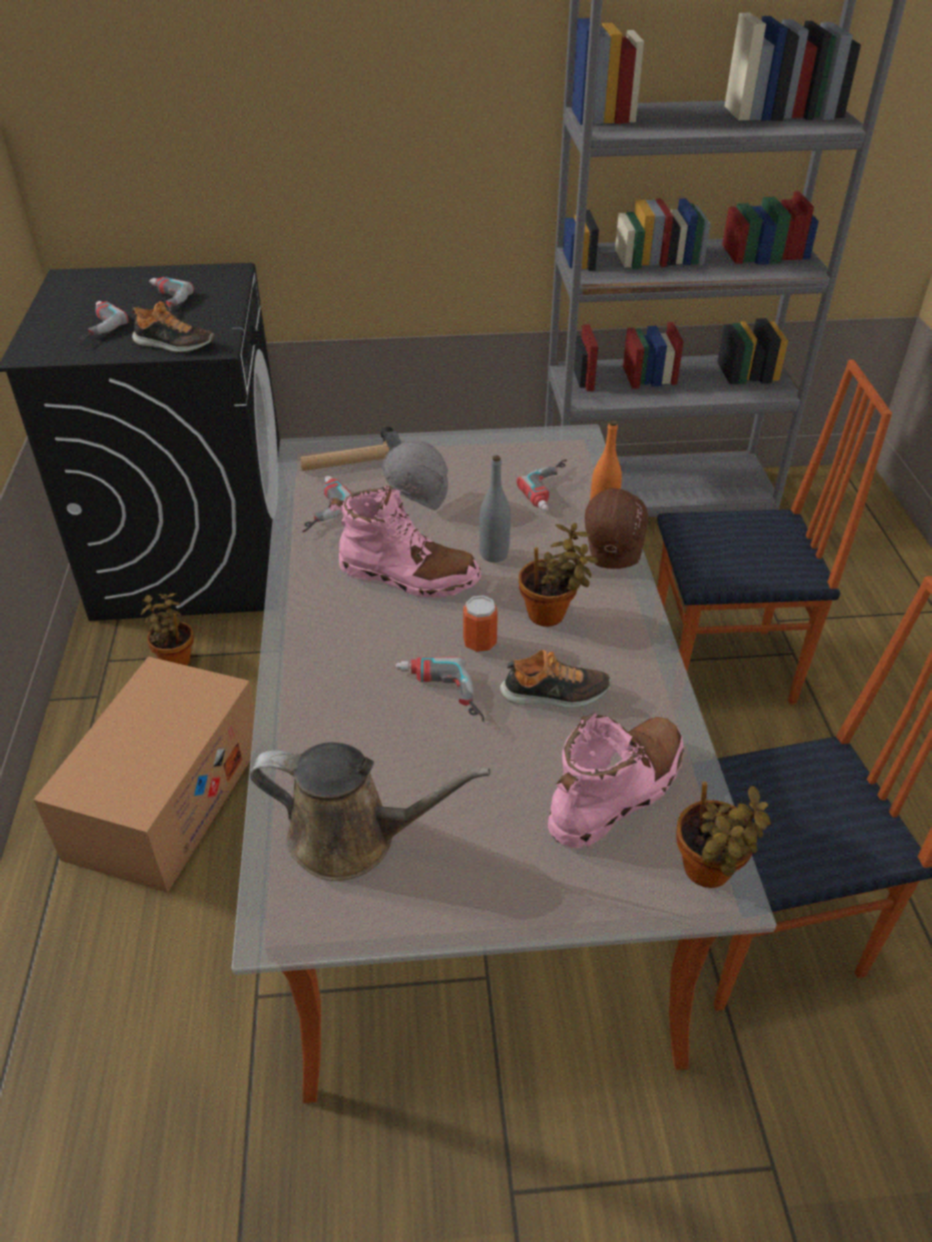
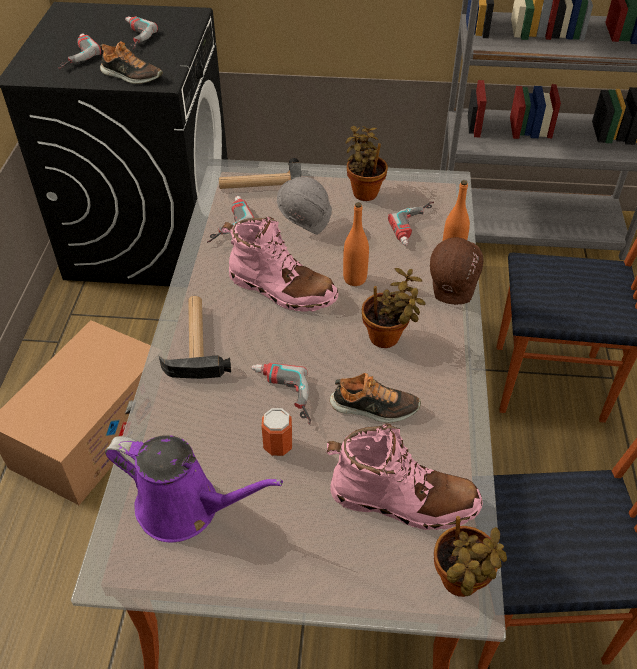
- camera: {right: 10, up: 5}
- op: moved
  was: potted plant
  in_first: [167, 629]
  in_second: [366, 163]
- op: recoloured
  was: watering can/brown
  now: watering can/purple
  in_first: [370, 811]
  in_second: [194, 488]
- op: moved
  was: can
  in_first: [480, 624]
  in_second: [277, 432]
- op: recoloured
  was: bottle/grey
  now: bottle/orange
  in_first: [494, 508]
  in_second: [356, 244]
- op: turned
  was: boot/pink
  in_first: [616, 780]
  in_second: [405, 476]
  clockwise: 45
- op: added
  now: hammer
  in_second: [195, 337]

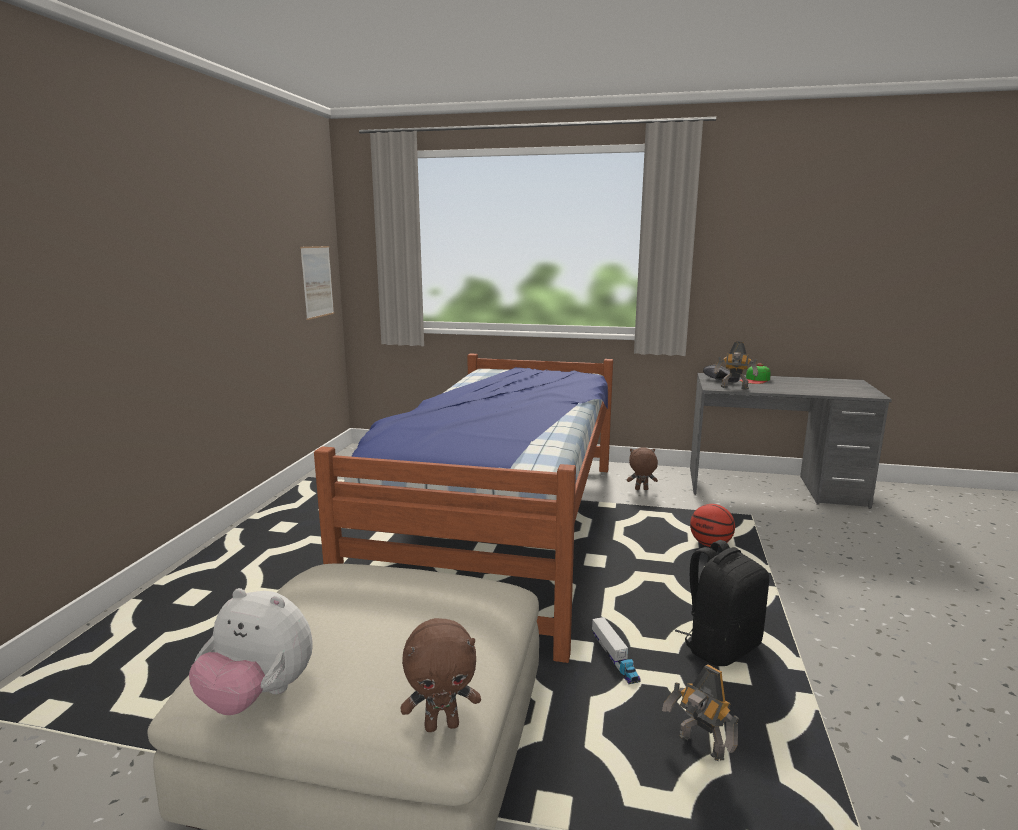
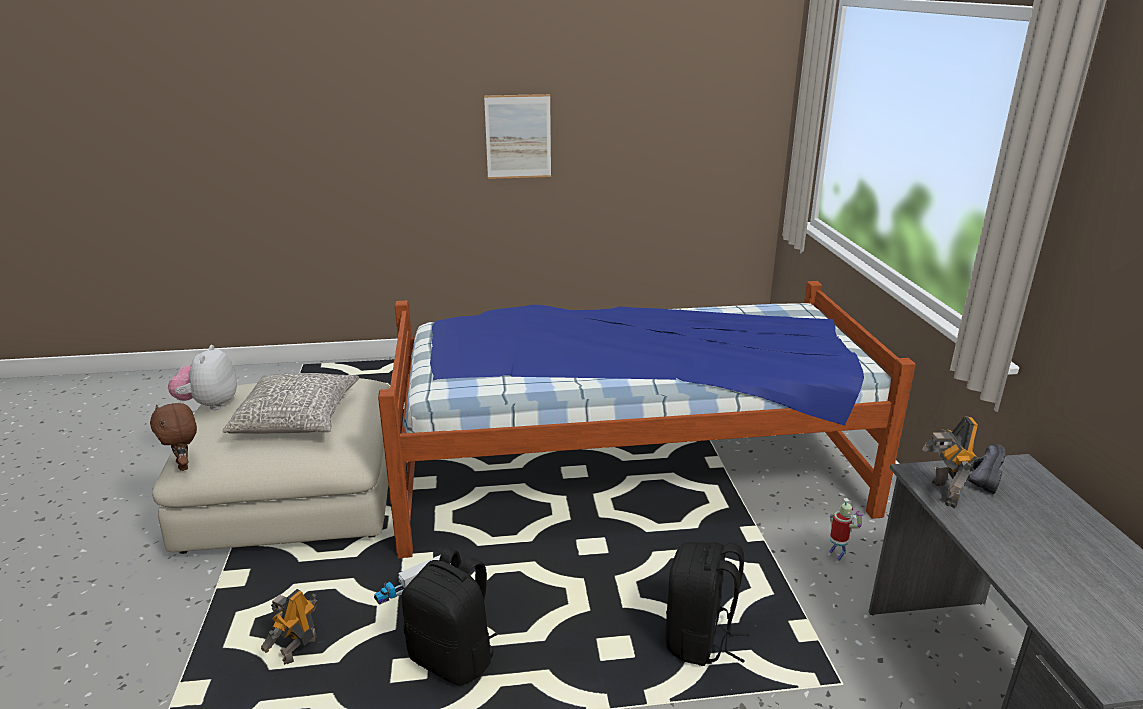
- camera: {right: 70, up: 10}
- op: moved
  was: picture
  in_first: [317, 283]
  in_second: [517, 136]
- op: replaced
  was: plush toy/brown
  now: toy robot
  in_first: [642, 469]
  in_second: [845, 531]
- op: replaced
  was: basketball
  now: backpack/black
  in_first: [712, 525]
  in_second: [707, 604]
- op: removed
  was: cap
  in_first: [755, 373]
- op: added
  now: pillow/grey
  in_second: [290, 403]

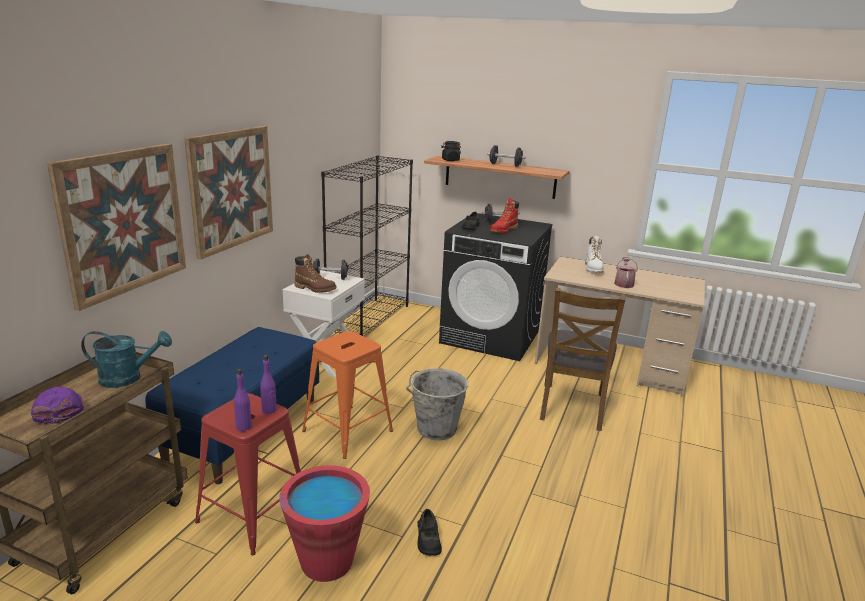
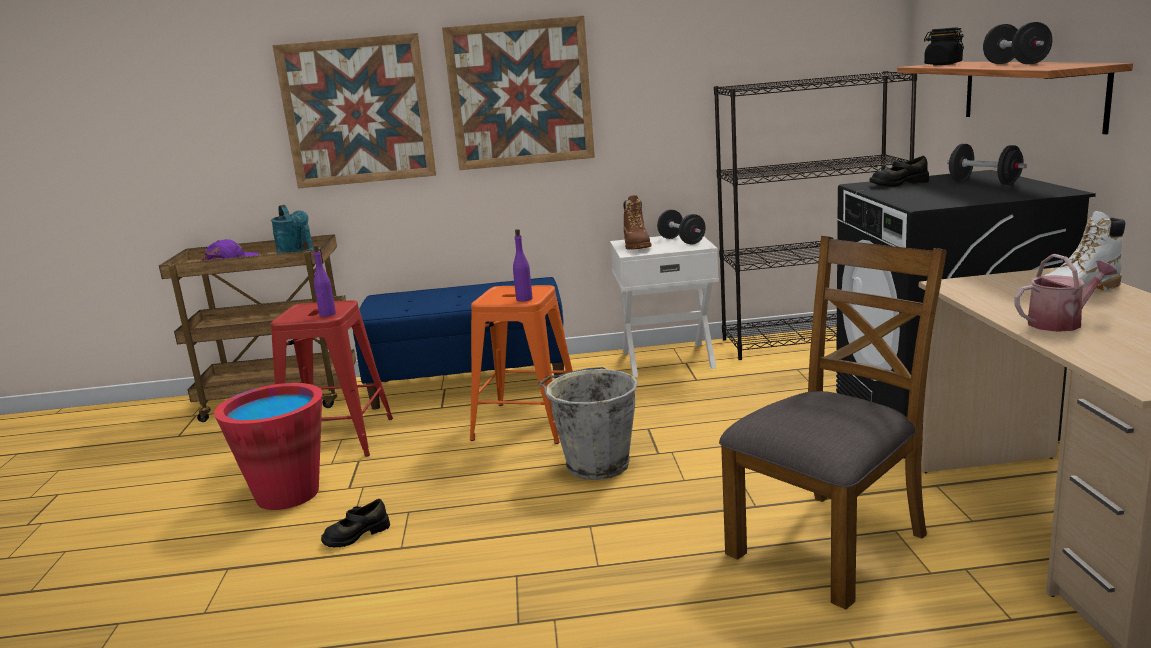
- camera: {right: 65, up: -5}
- op: moved
  was: bottle/purple
  in_first: [243, 400]
  in_second: [523, 265]
- op: removed
  was: boot/red
  in_first: [504, 215]
- op: turned
  was: chair/brown
  in_first: [582, 359]
  in_second: [833, 422]
  clockwise: 150

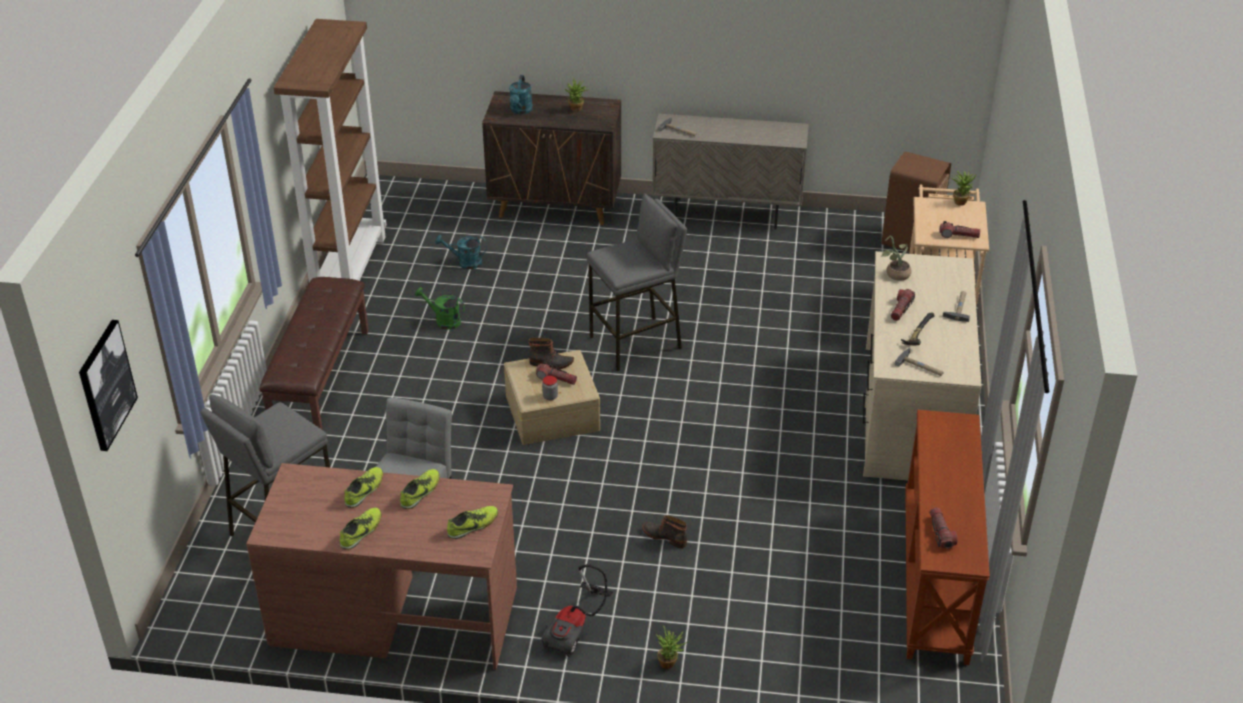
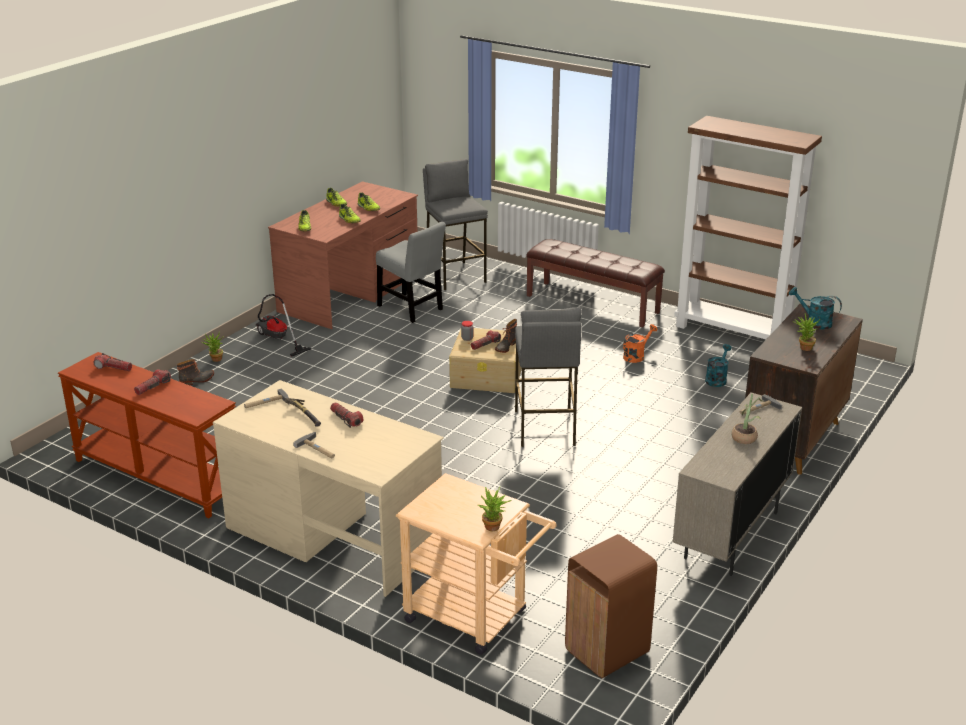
- camera: {right: 115, up: -10}
- op: removed
  was: picture
  in_first: [108, 385]
- op: recoloured
  was: watering can/green
  now: watering can/orange
  in_first: [440, 308]
  in_second: [640, 343]
- op: moved
  was: boot
  in_first: [664, 531]
  in_second: [195, 372]
- op: moved
  was: potted plant
  in_first: [896, 258]
  in_second: [747, 419]
- op: moved
  was: flashlight
  in_first: [959, 229]
  in_second: [152, 382]

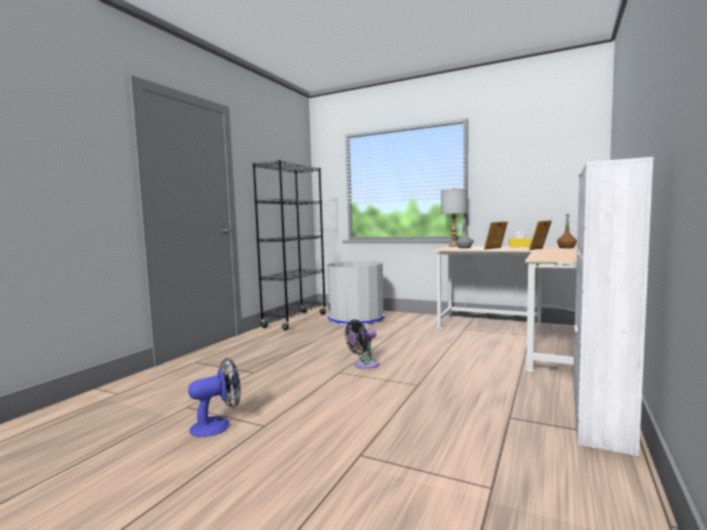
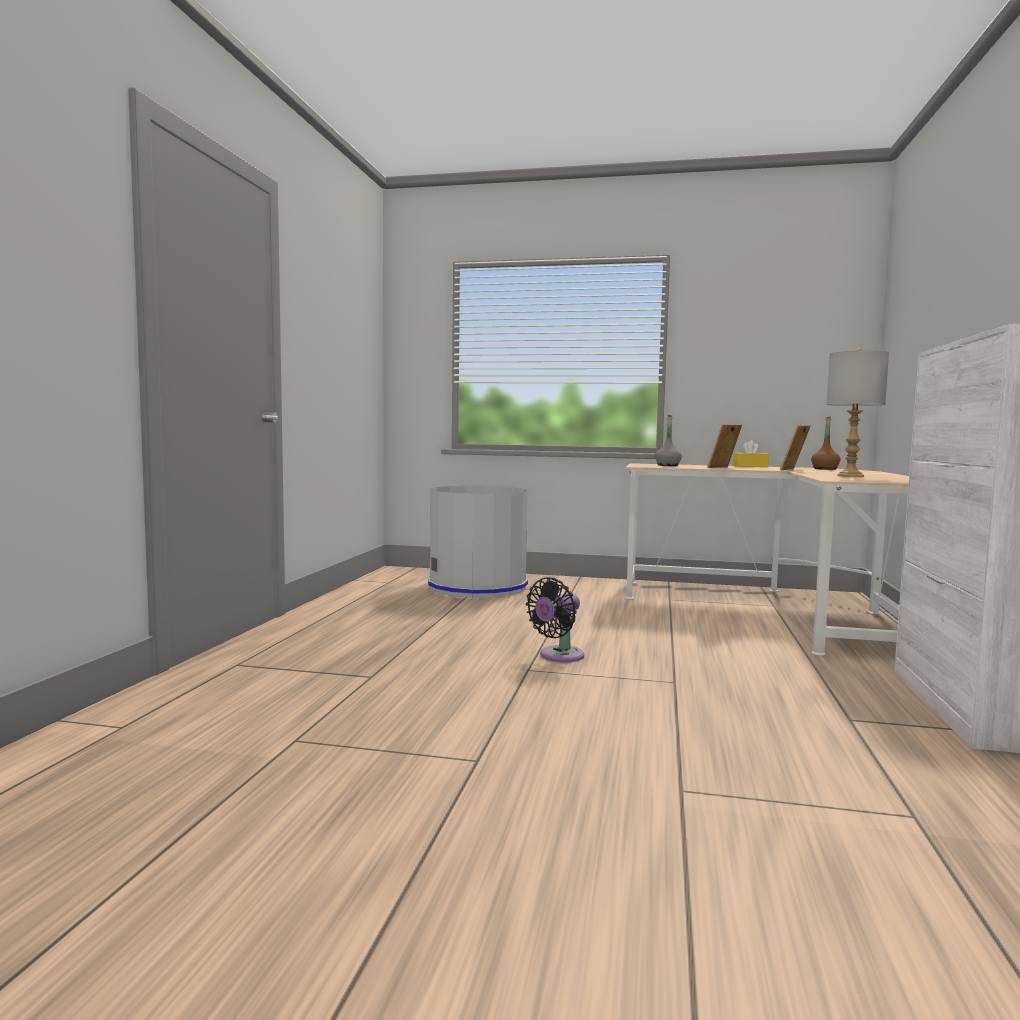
- camera: {right: -15, up: 0}
- op: removed
  was: fan
  in_first: [214, 397]
- op: removed
  was: bookcase/black
  in_first: [289, 245]
- op: moved
  was: table lamp/grey
  in_first: [454, 217]
  in_second: [857, 412]

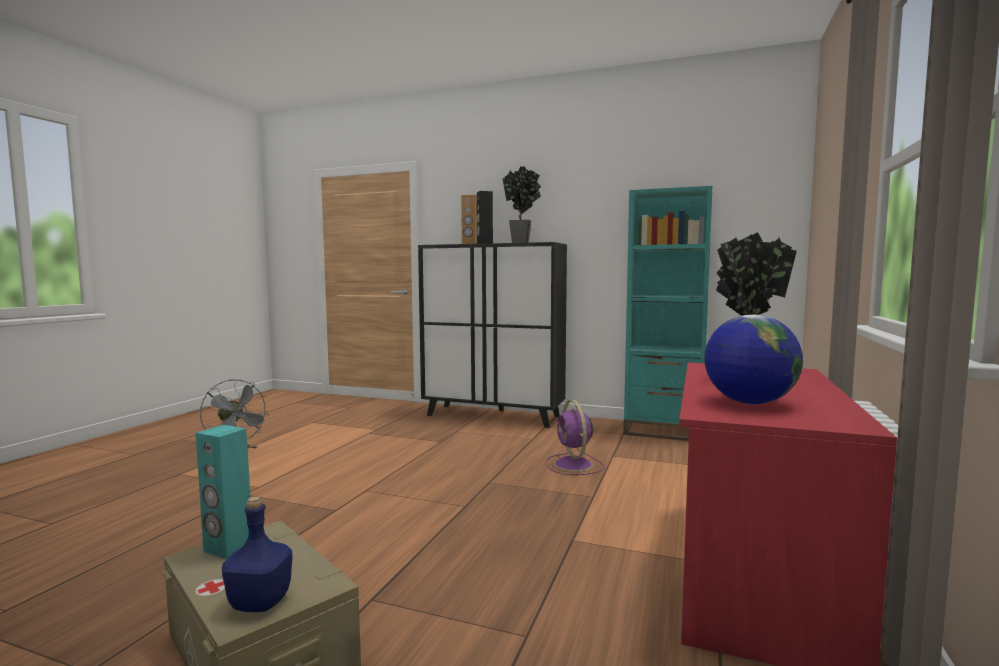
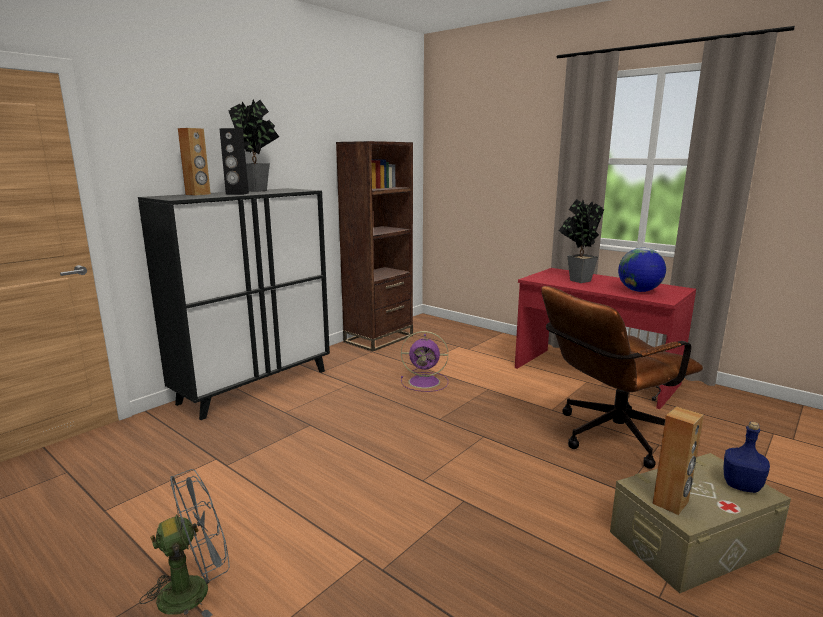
- camera: {right: -70, up: 10}
- op: recoloured
  was: speaker/turquoise
  now: speaker/brown
  in_first: [223, 492]
  in_second: [678, 461]
- op: recoloured
  was: bookcase/turquoise
  now: bookcase/brown
  in_first: [667, 313]
  in_second: [374, 246]
- op: added
  now: office chair/brown
  in_second: [622, 377]

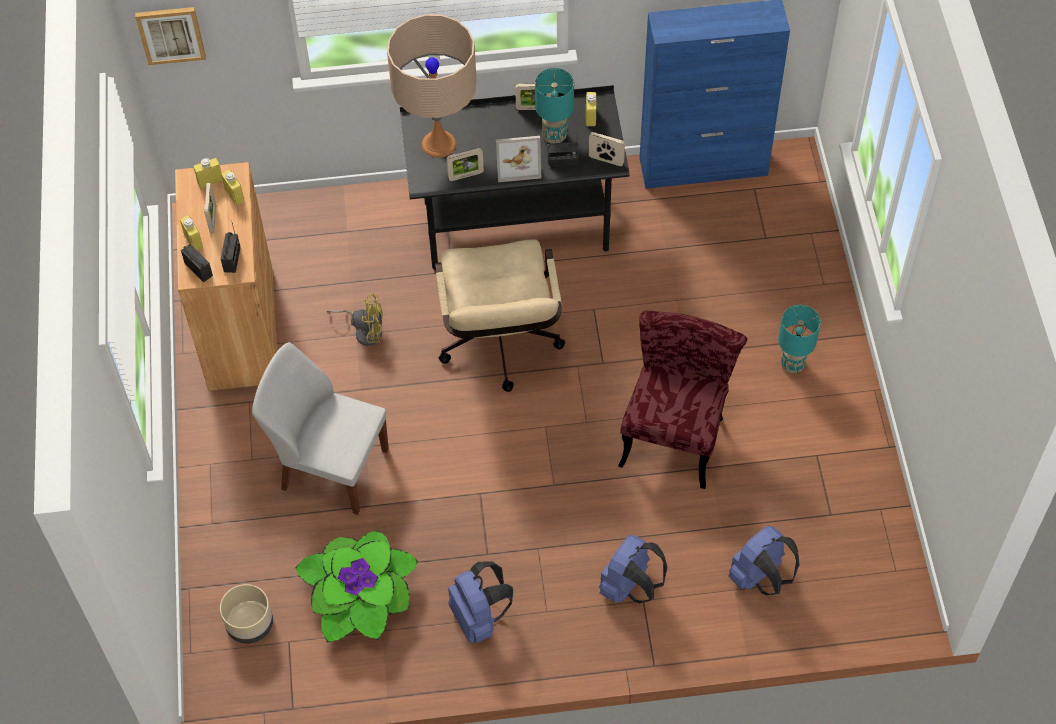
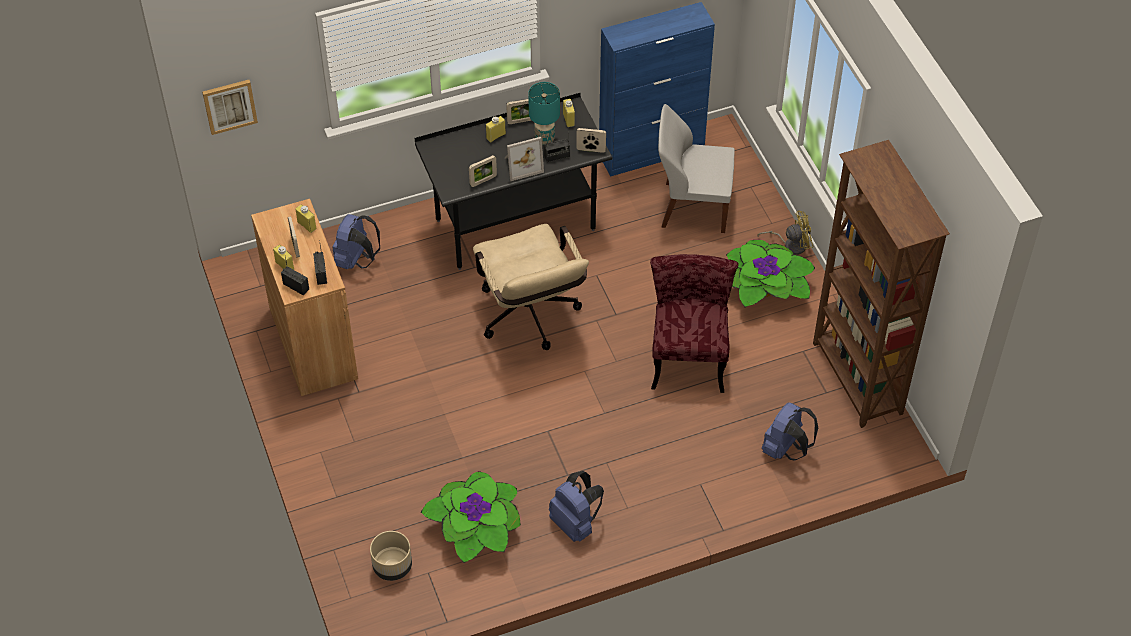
- camera: {right: -15, up: -5}
- op: moved
  was: bottle/yellow
  in_first: [208, 173]
  in_second: [496, 129]
- op: moved
  was: chair/white
  in_first: [320, 428]
  in_second: [696, 168]
- op: moved
  was: fan/yellow
  in_first: [355, 319]
  in_second: [785, 233]
- op: removed
  was: table lamp/beige
  in_first: [432, 86]
- op: moved
  was: backpack/blue
  in_first: [633, 569]
  in_second: [356, 241]
- op: replaced
  was: table lamp/turquoise
  now: potted plant
  in_first: [799, 339]
  in_second: [770, 273]
- op: added
  now: bookcase/brown
  in_second: [881, 284]

